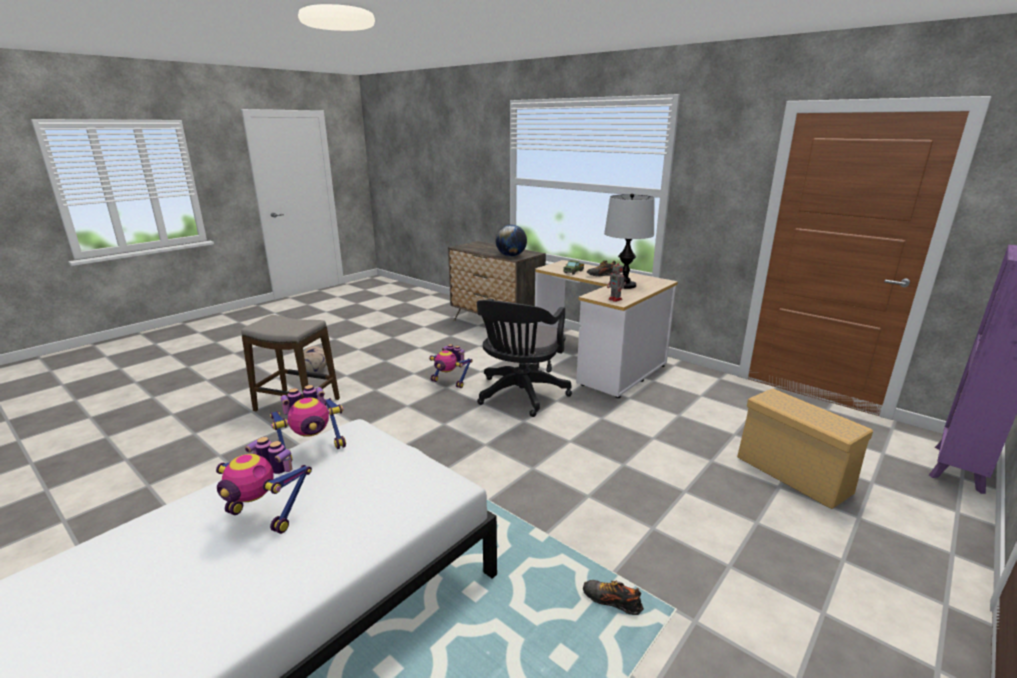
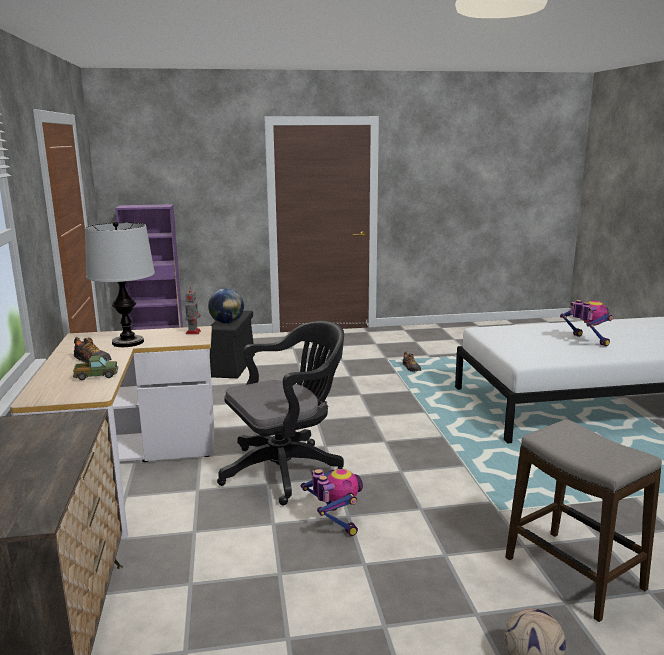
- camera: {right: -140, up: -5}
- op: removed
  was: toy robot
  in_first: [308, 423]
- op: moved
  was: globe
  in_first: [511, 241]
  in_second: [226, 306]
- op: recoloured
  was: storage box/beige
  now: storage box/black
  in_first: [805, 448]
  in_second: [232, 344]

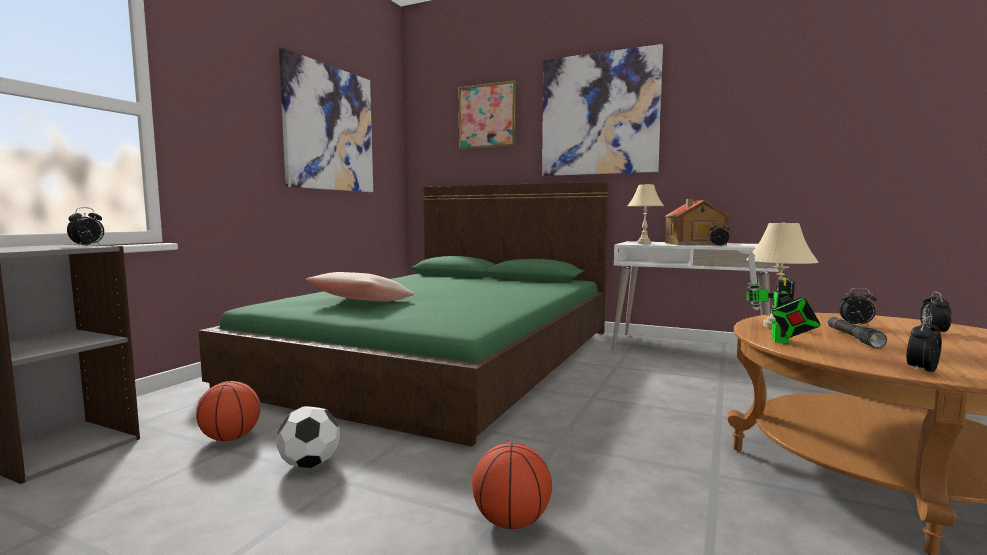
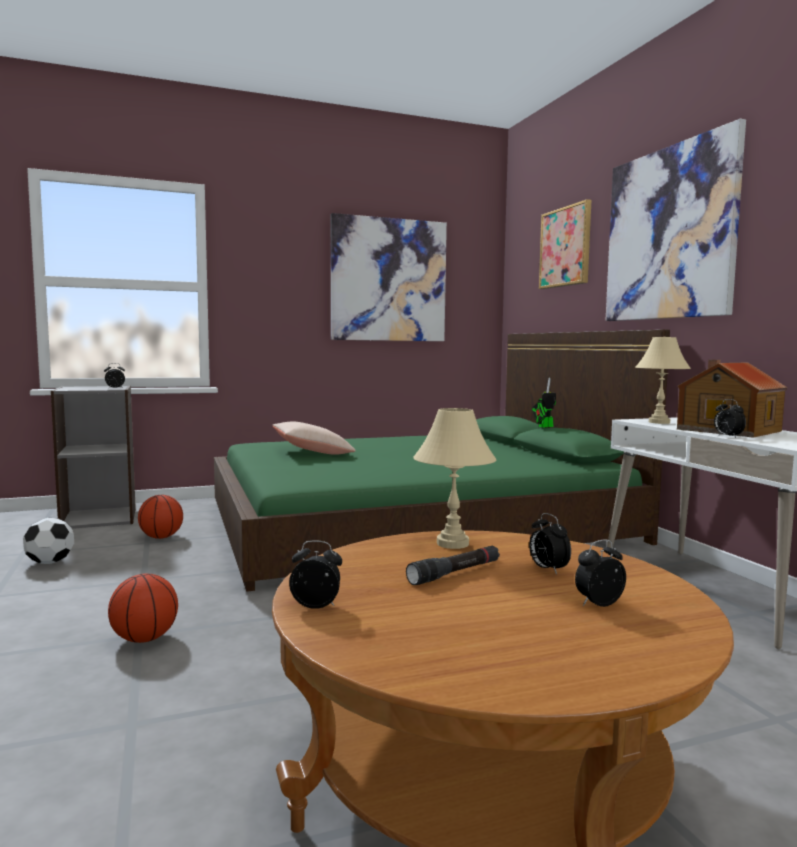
- camera: {right: 45, up: 0}
- op: moved
  was: football
  in_first: [308, 437]
  in_second: [48, 541]
- op: moved
  was: toy robot
  in_first: [783, 297]
  in_second: [544, 402]

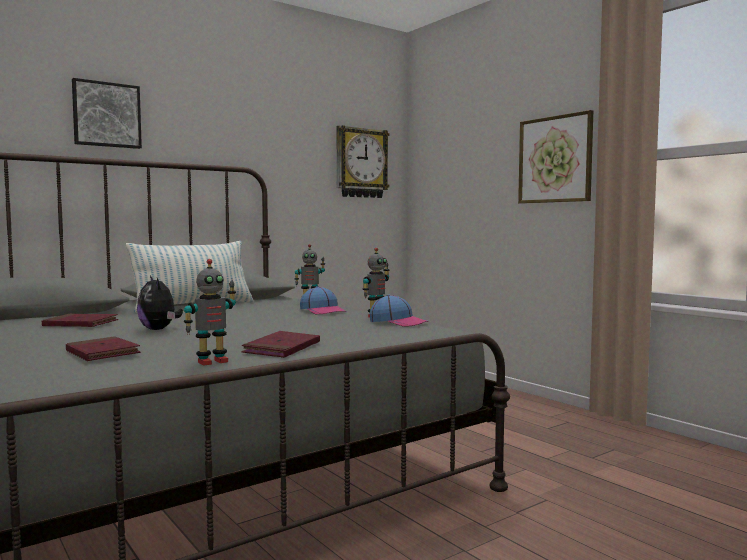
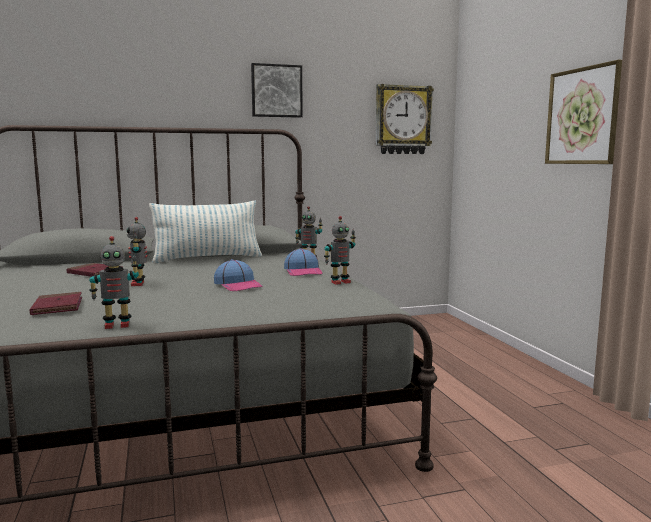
- camera: {right: 20, up: 5}
- op: moved
  was: picture
  in_first: [107, 113]
  in_second: [277, 90]
- op: replaced
  was: plush toy
  now: toy robot
  in_first: [160, 303]
  in_second: [137, 251]
- op: removed
  was: book/red
  in_first: [281, 344]
- op: moved
  was: cap
  in_first: [399, 311]
  in_second: [238, 275]

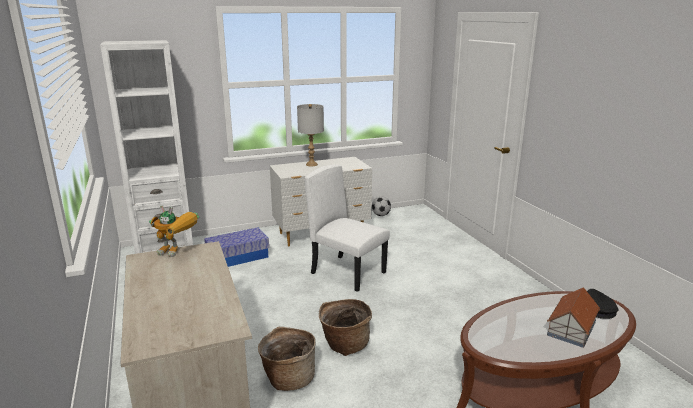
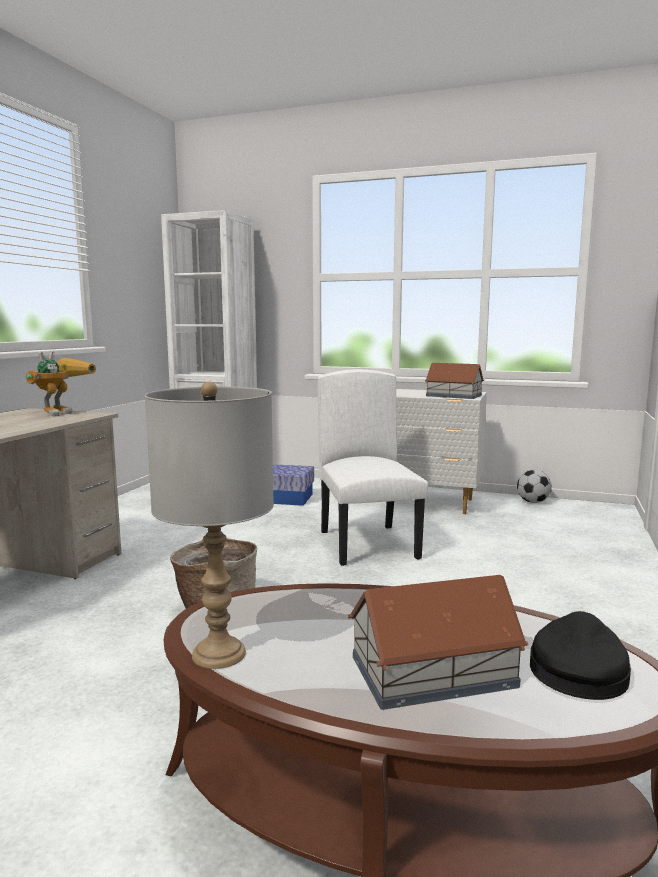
- camera: {right: 40, up: -10}
- op: turned
  was: toy robot
  in_first: [174, 231]
  in_second: [61, 384]
  clockwise: -120
- op: removed
  was: basket
  in_first: [287, 358]
- op: moved
  was: table lamp/grey
  in_first: [310, 135]
  in_second: [209, 525]
- op: added
  now: toy house
  in_second: [454, 381]

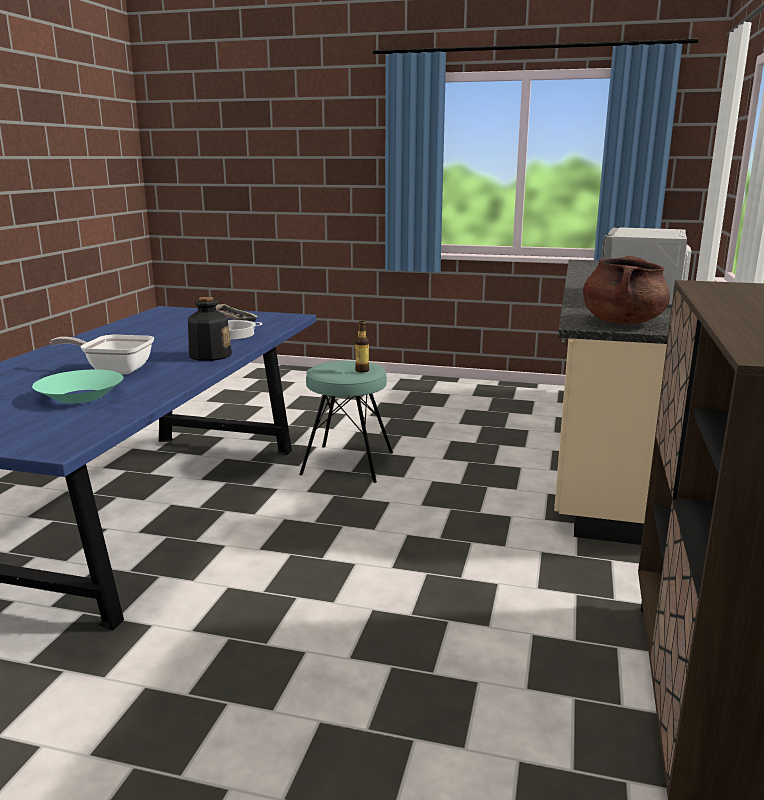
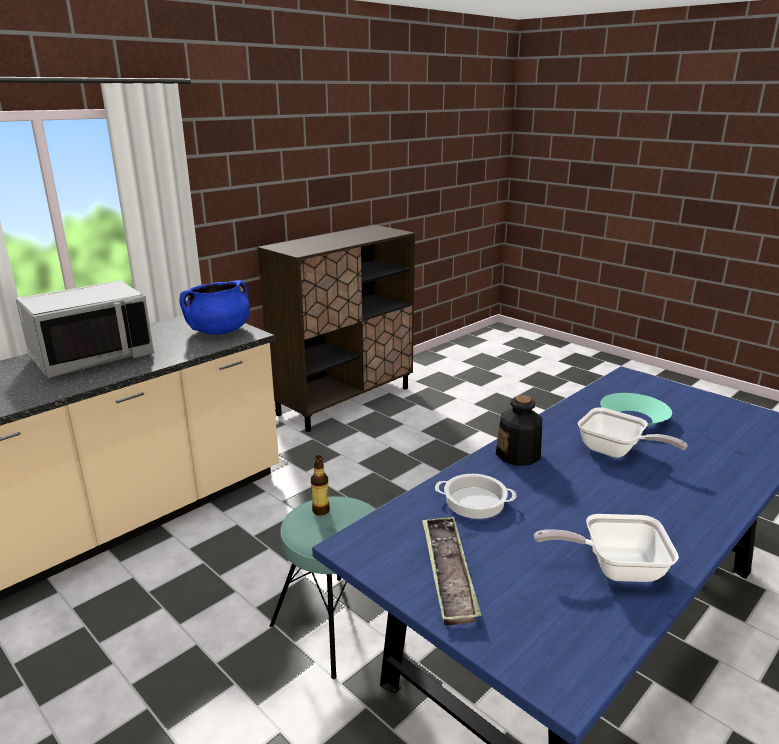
- camera: {right: -150, up: 5}
- op: recoloured
  was: cooking pot/brown
  now: cooking pot/blue
  in_first: [626, 290]
  in_second: [214, 307]
- op: added
  now: frying pan
  in_second: [606, 548]

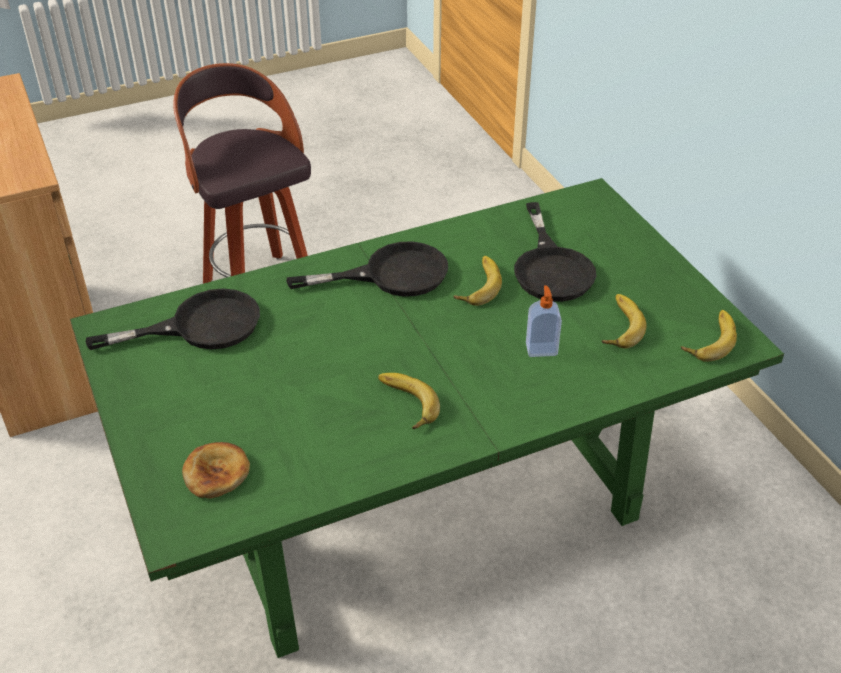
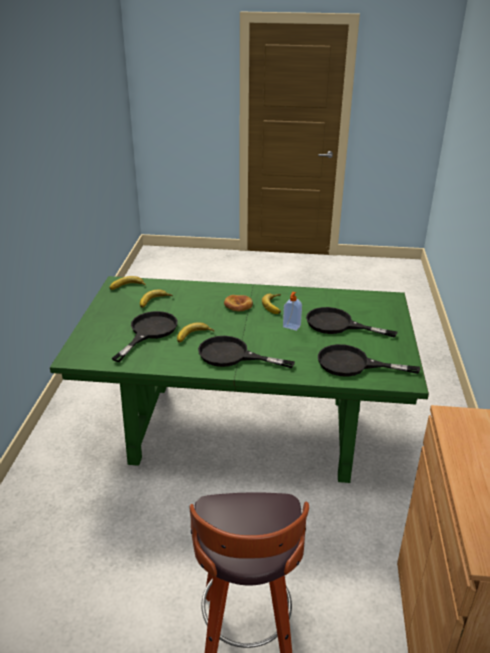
- camera: {right: -150, up: -10}
- op: moved
  was: bread
  in_first: [216, 470]
  in_second: [238, 303]
- op: moved
  was: soap dispenser
  in_first: [544, 321]
  in_second: [292, 311]
- op: added
  now: frying pan/black
  in_second: [351, 322]

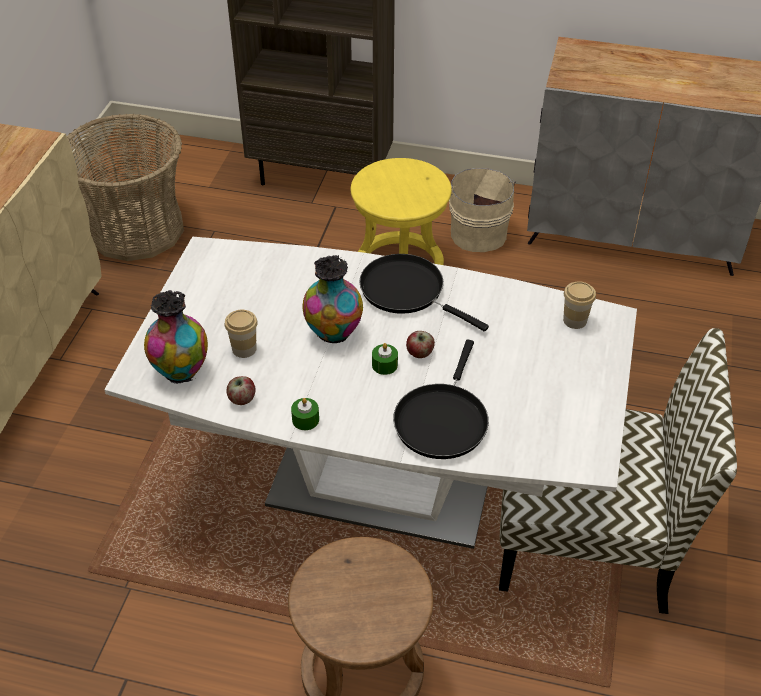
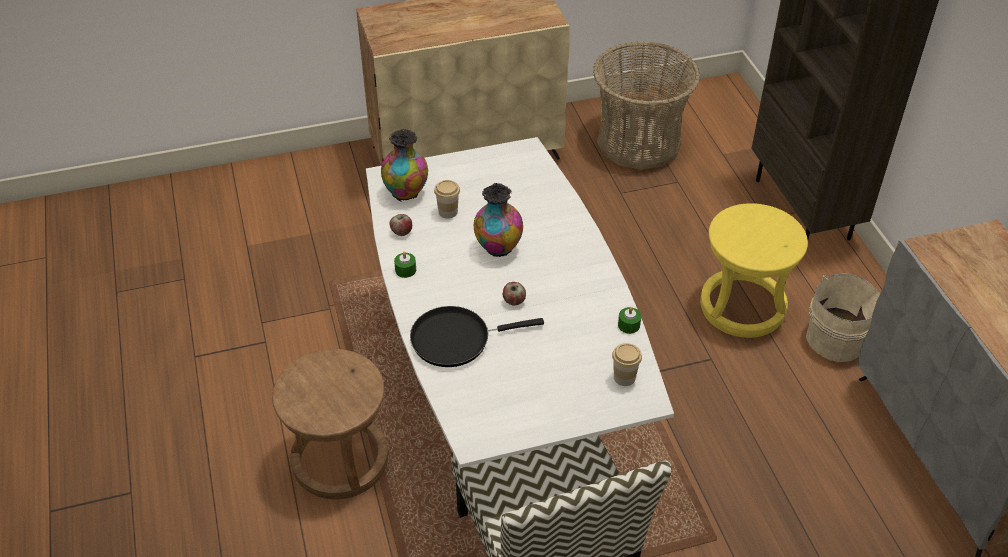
- camera: {right: 60, up: 0}
- op: removed
  was: frying pan/black
  in_first: [424, 293]
- op: moved
  was: candle/green
  in_first: [385, 359]
  in_second: [629, 320]

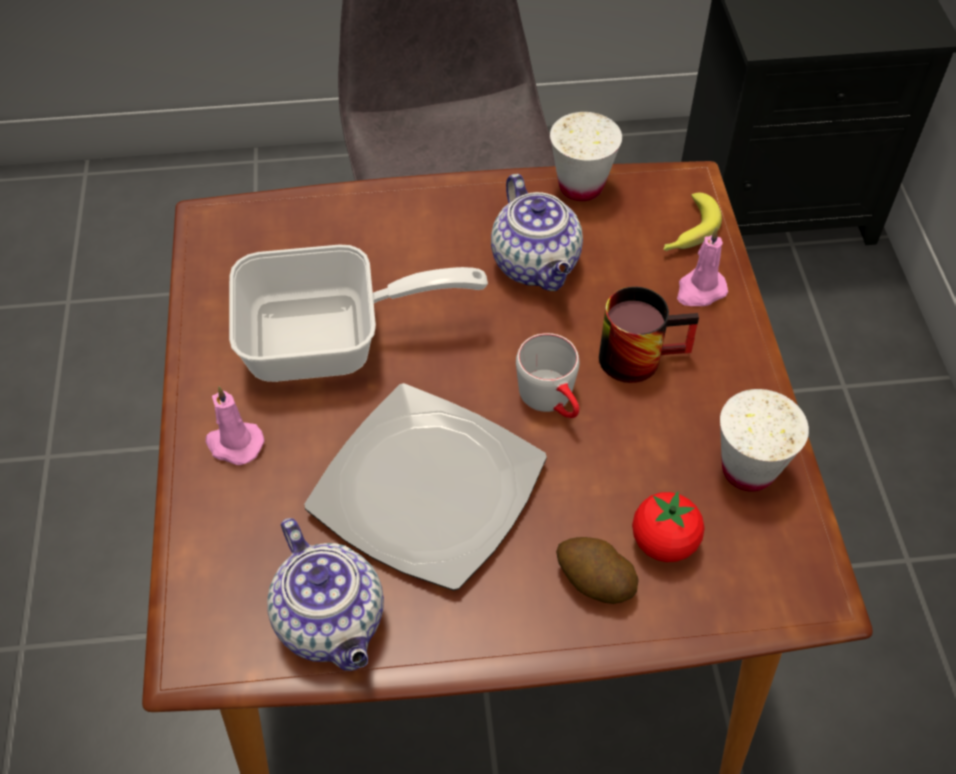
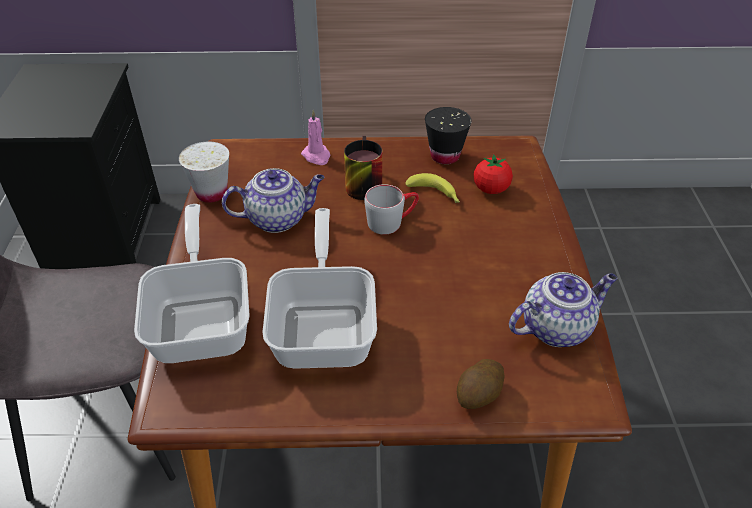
- camera: {right: -85, up: -10}
- op: removed
  was: candle/pink
  in_first: [235, 425]
- op: removed
  was: plate
  in_first: [425, 487]
- op: moved
  was: potato
  in_first: [597, 570]
  in_second: [481, 384]
- op: moved
  was: banana
  in_first: [692, 222]
  in_second: [433, 188]
- op: recoloured
  was: cup/white
  now: cup/black
  in_first: [764, 440]
  in_second: [448, 135]
- op: added
  now: frying pan
  in_second: [192, 283]

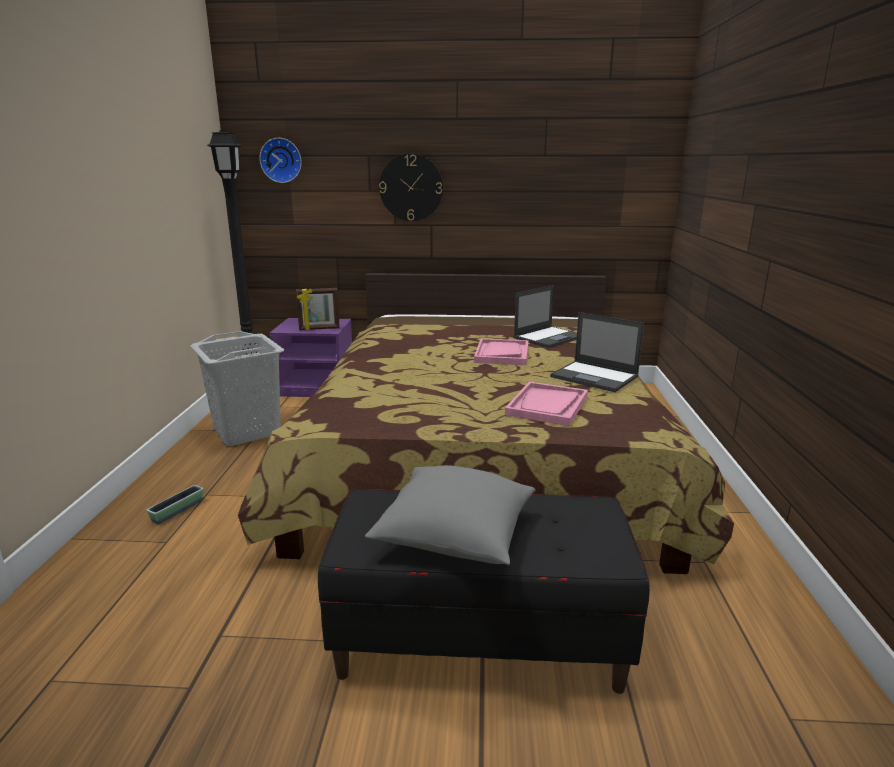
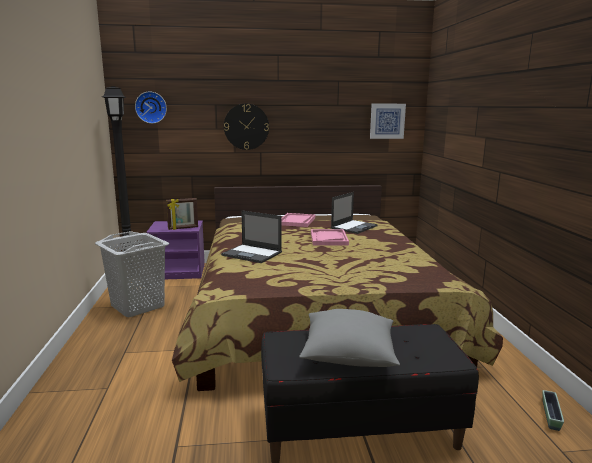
- camera: {right: -10, up: -5}
- op: moved
  was: planter
  in_first: [174, 504]
  in_second: [553, 410]
- op: moved
  was: tray/pink
  in_first: [546, 404]
  in_second: [298, 220]
- op: moved
  was: laptop
  in_first: [597, 352]
  in_second: [251, 236]
- op: added
  now: picture
  in_second: [388, 121]

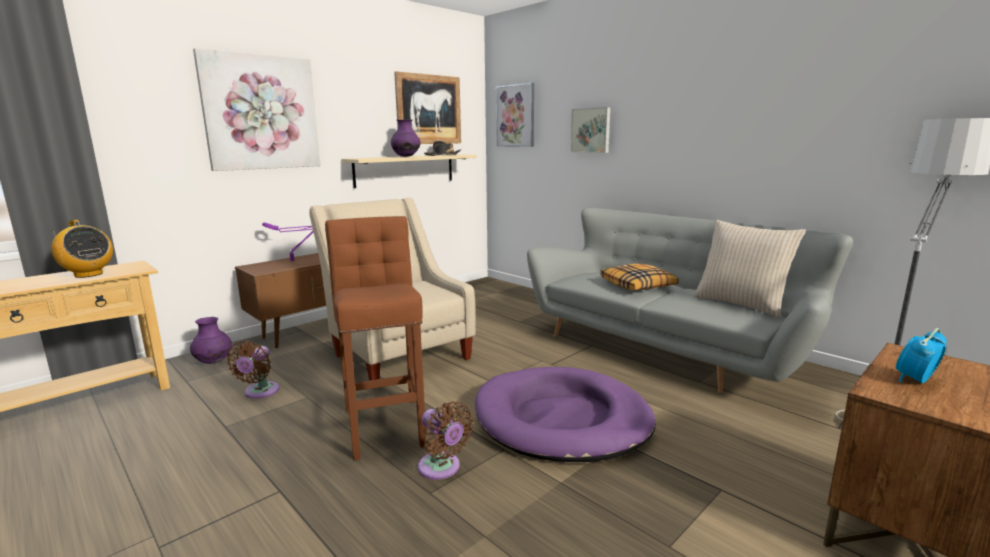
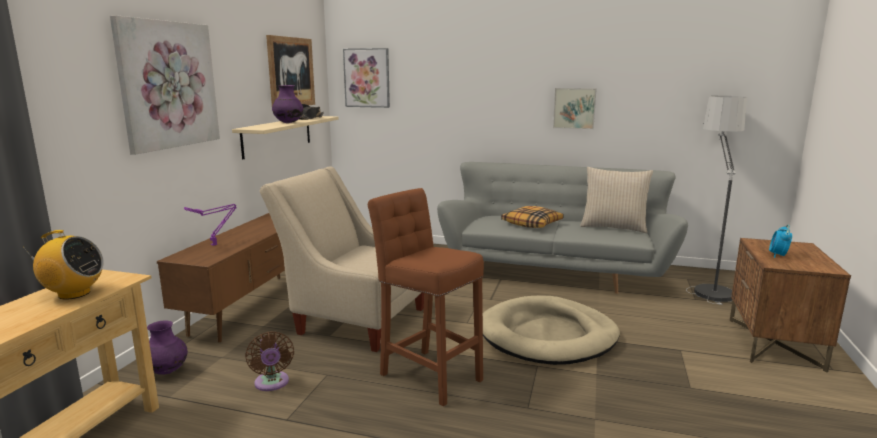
- camera: {right: -30, up: 0}
- op: removed
  was: fan/brown
  in_first: [445, 440]
- op: recoloured
  was: dog bed/purple
  now: dog bed/beige
  in_first: [565, 414]
  in_second: [551, 330]
- op: moved
  was: picture
  in_first: [591, 130]
  in_second: [575, 108]

